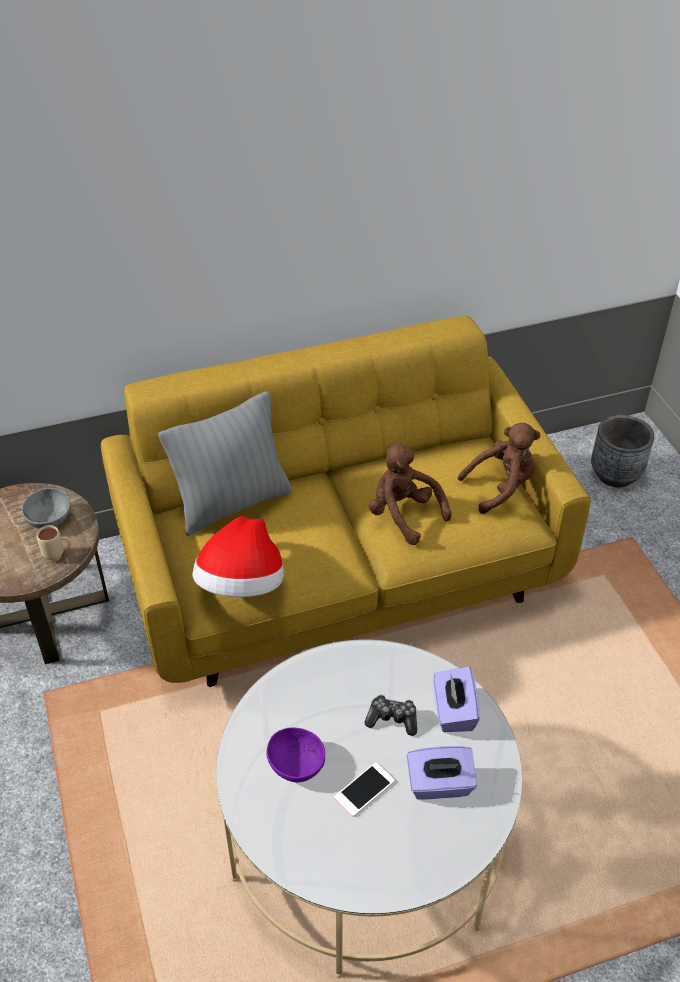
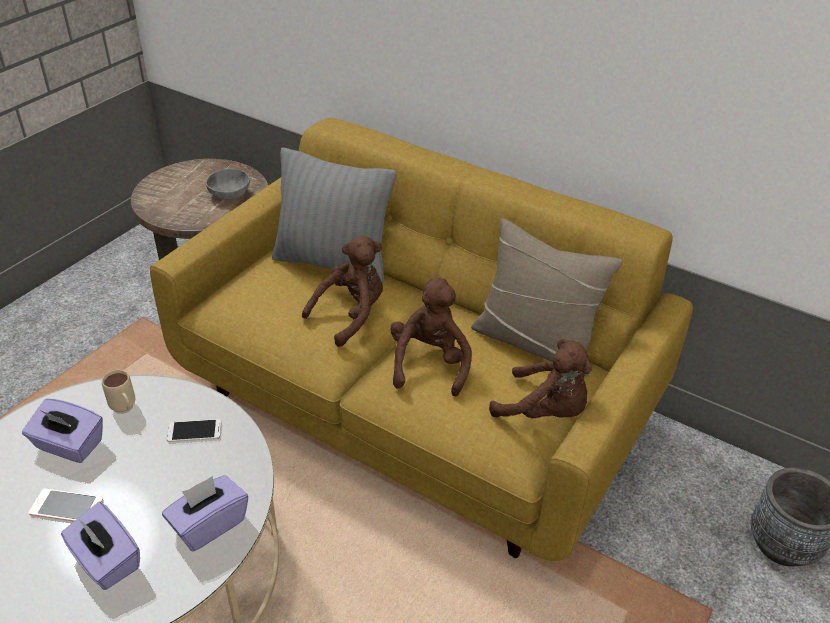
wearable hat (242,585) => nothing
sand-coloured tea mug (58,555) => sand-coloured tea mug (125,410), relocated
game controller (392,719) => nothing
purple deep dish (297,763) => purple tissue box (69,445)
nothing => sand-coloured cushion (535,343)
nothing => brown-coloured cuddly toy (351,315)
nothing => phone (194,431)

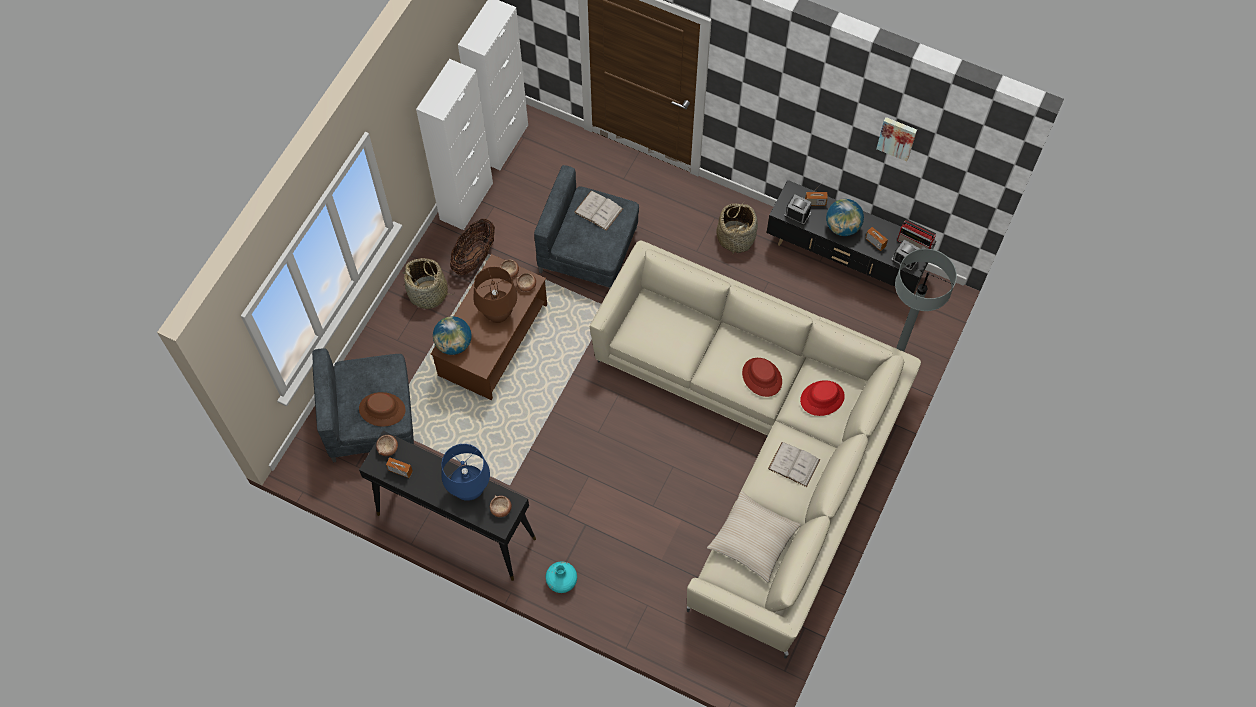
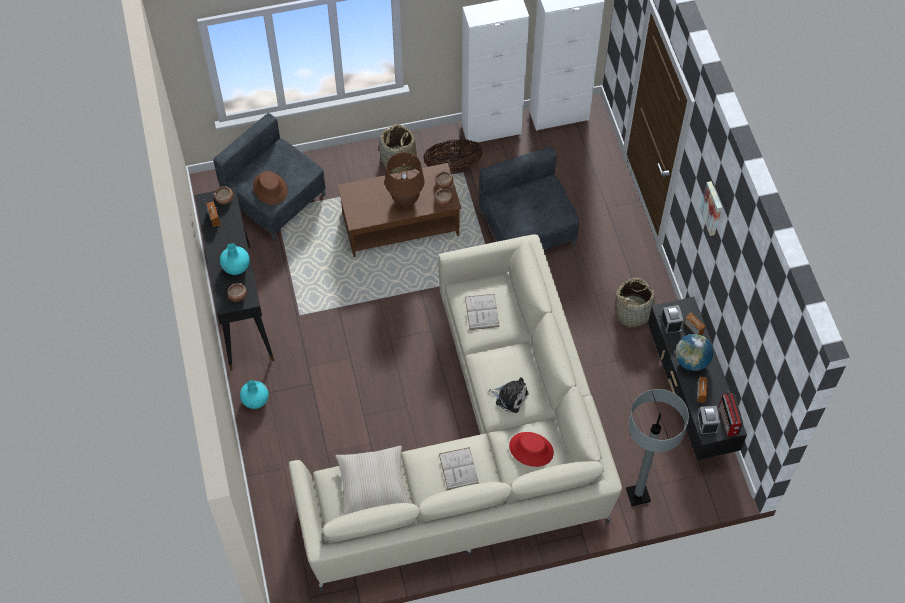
picture (897,137) => picture (713,208), relocated
white bound book (598,210) => white bound book (482,311), relocated
world globe (454,344) => nothing
reddish wearable hat (761,377) => cuddly toy (510,397)
bluish tabletop lamp (469,489) => turquoise-coloured vase (236,267)

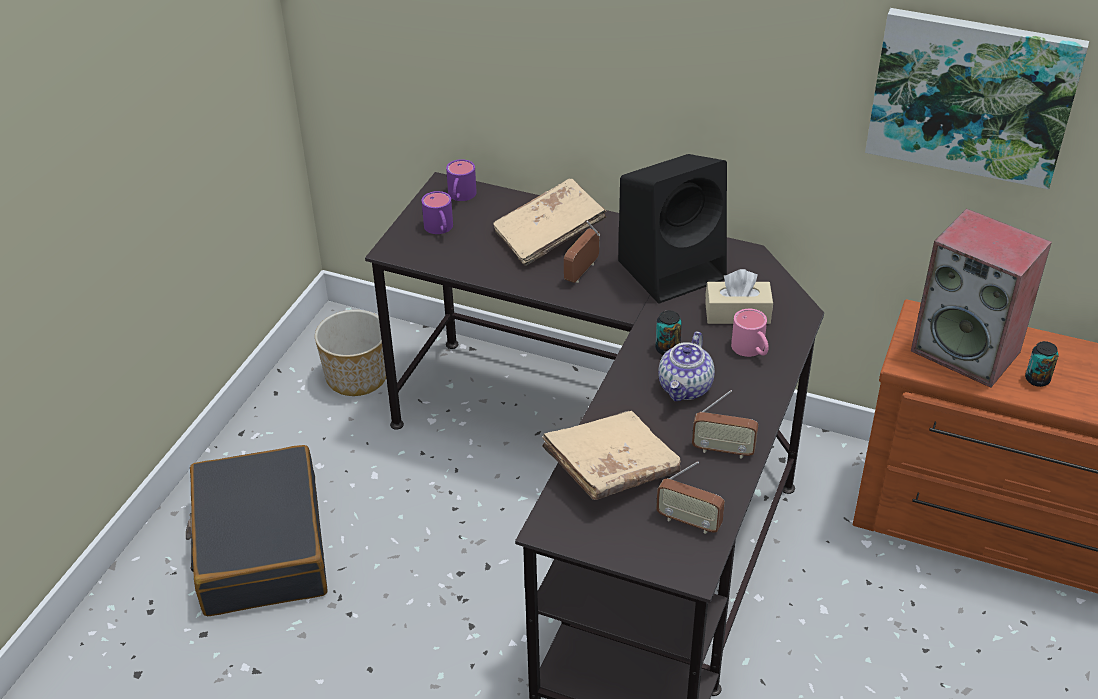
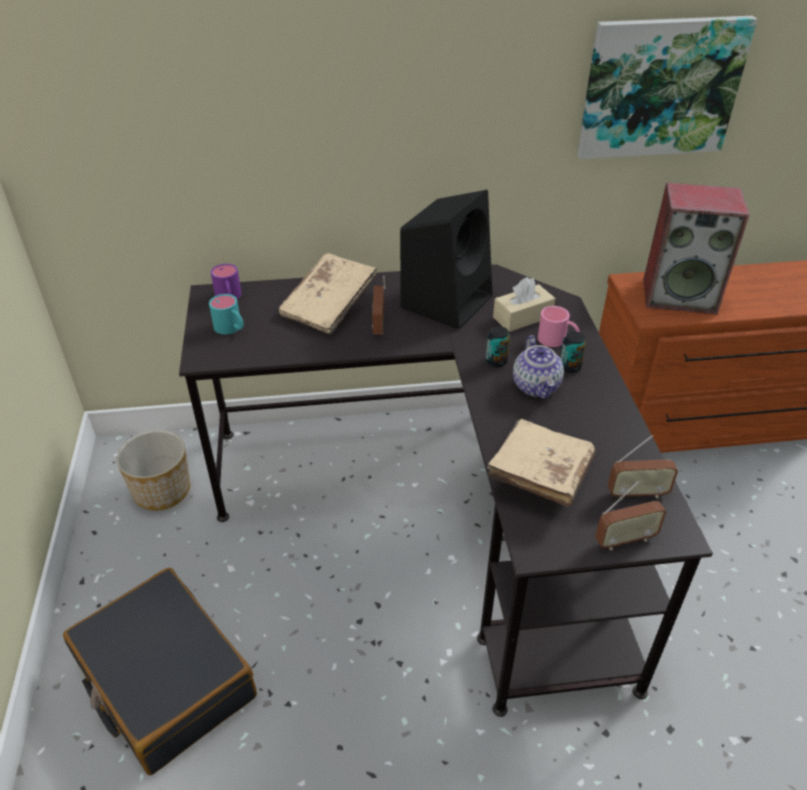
purple tea mug (440,229) => turquoise-coloured tea mug (231,328)
sealed can (1037,379) => sealed can (569,366), relocated
radio (723,450) => radio (625,540), relocated

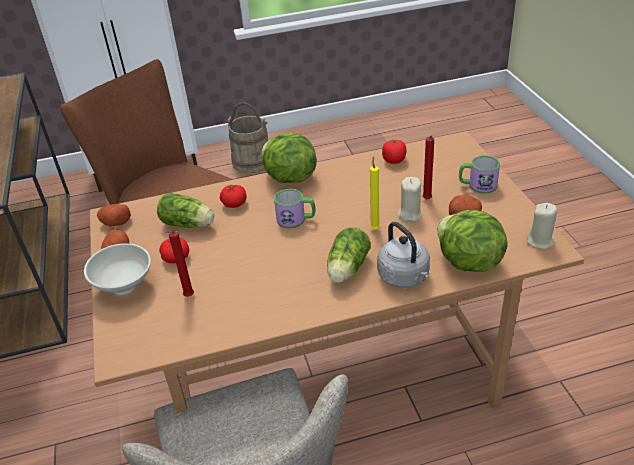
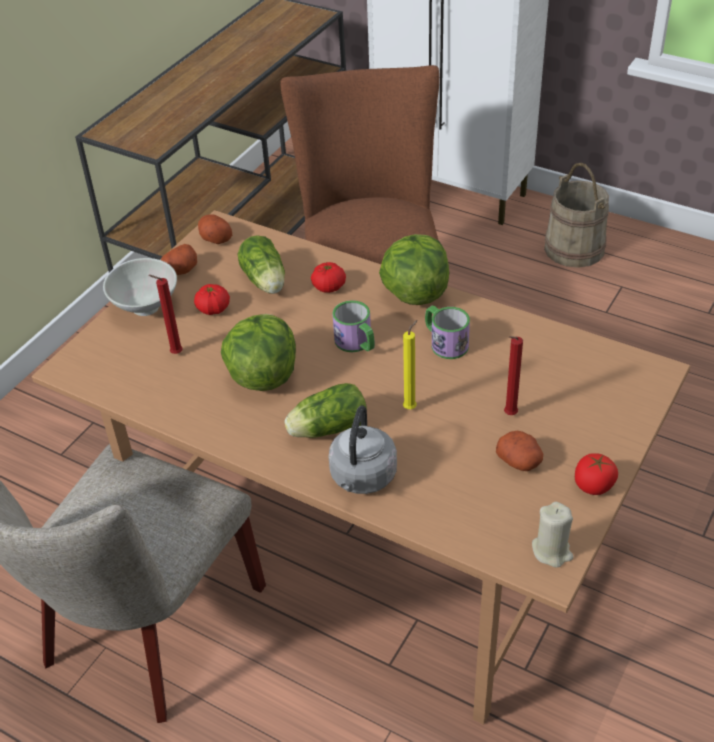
tomato (394,160) => tomato (593,485), relocated
tea mug (477,185) => tea mug (444,342), relocated
sand-coloured candle (409,214) => nothing
head of lettuce (467,262) => head of lettuce (263,375), relocated

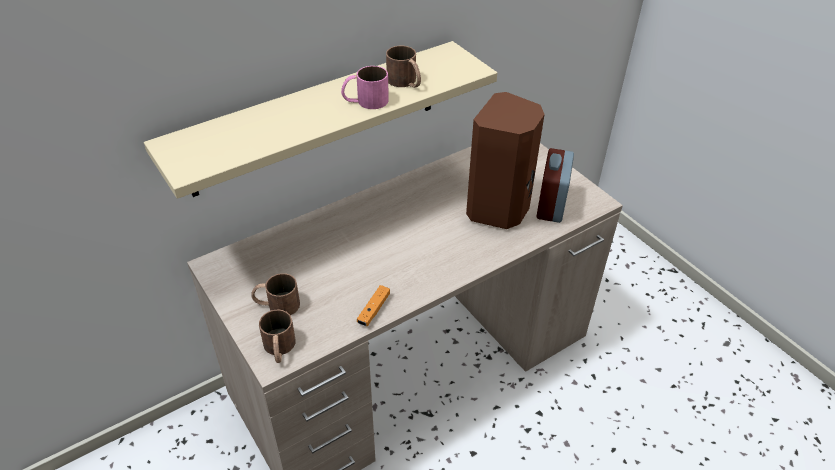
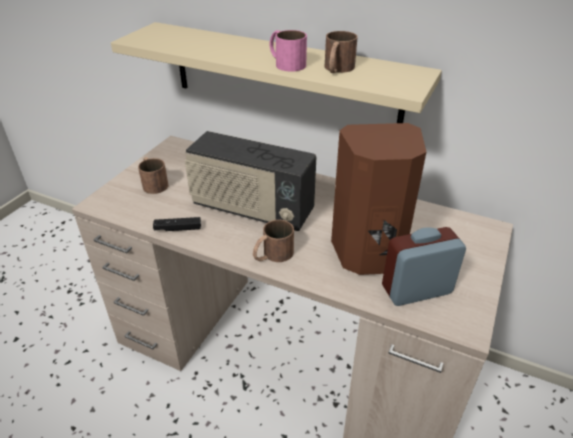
orangey game controller (374,310) => black game controller (178,228)
brown-coloured tea mug (279,349) => brown-coloured tea mug (272,255), relocated
nothing => radio (252,209)

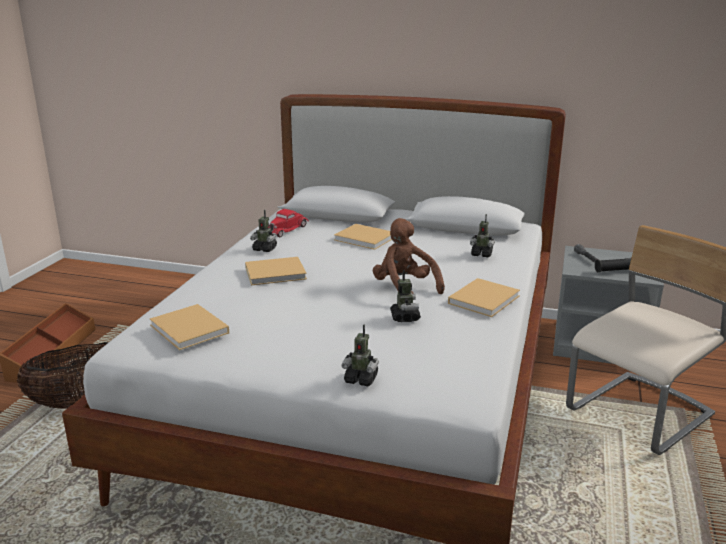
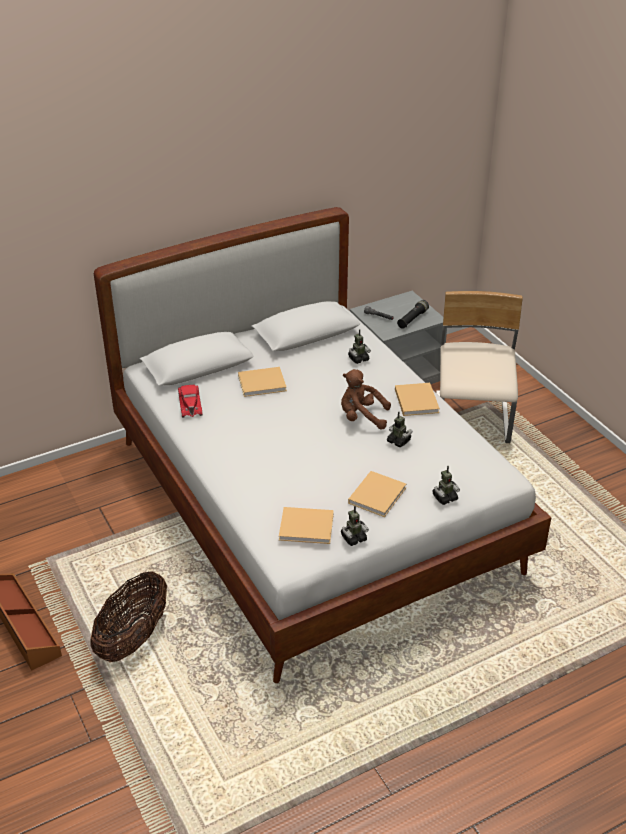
model robot (264,249) => model robot (353,538), relocated
sand-coloured bound book (277,273) => sand-coloured bound book (378,494), relocated

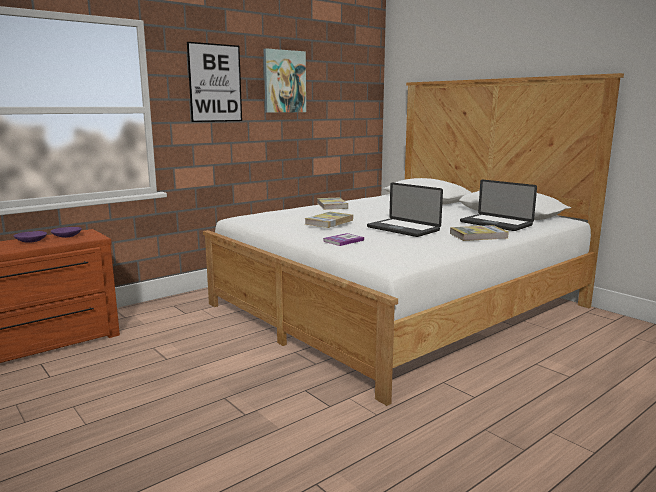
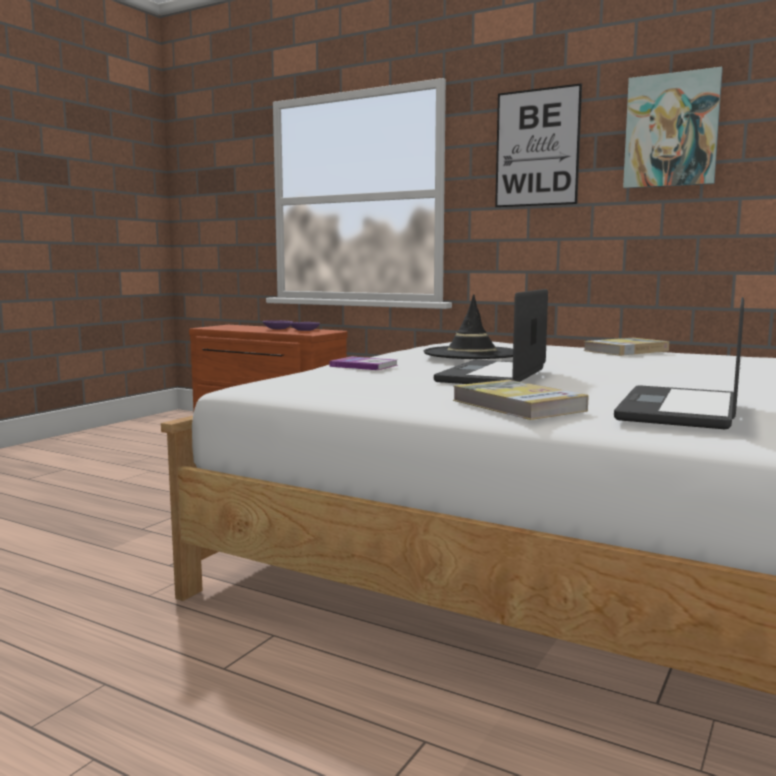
bound book (329,222) => black wearable hat (471,354)

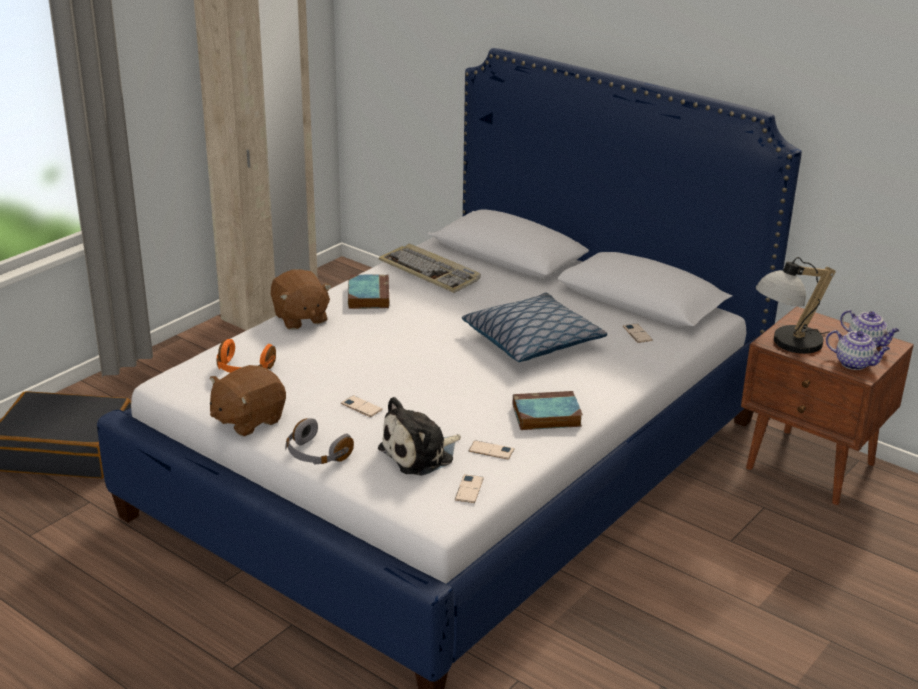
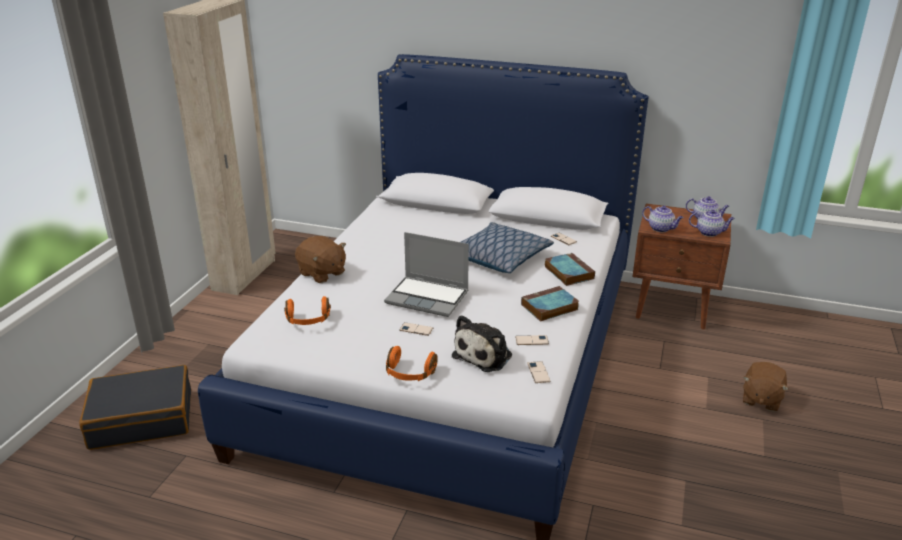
keyboard (431,272) => nothing
tabletop lamp (787,345) => tea pot (661,228)
bound book (368,295) => bound book (568,272), relocated
brown-coloured cuddly toy (248,420) => brown-coloured cuddly toy (761,399), relocated
gray pair of headphones (316,455) => orangey pair of headphones (409,373)
nothing => laptop (428,297)

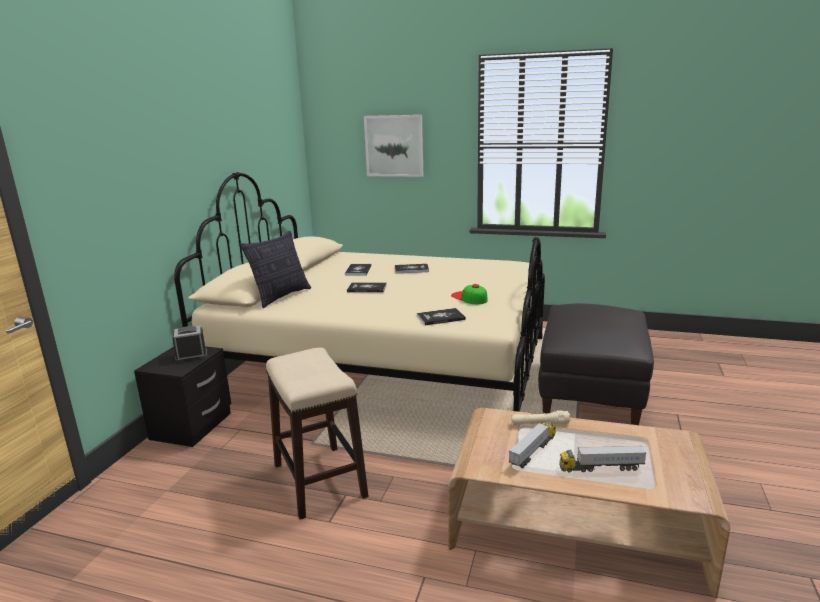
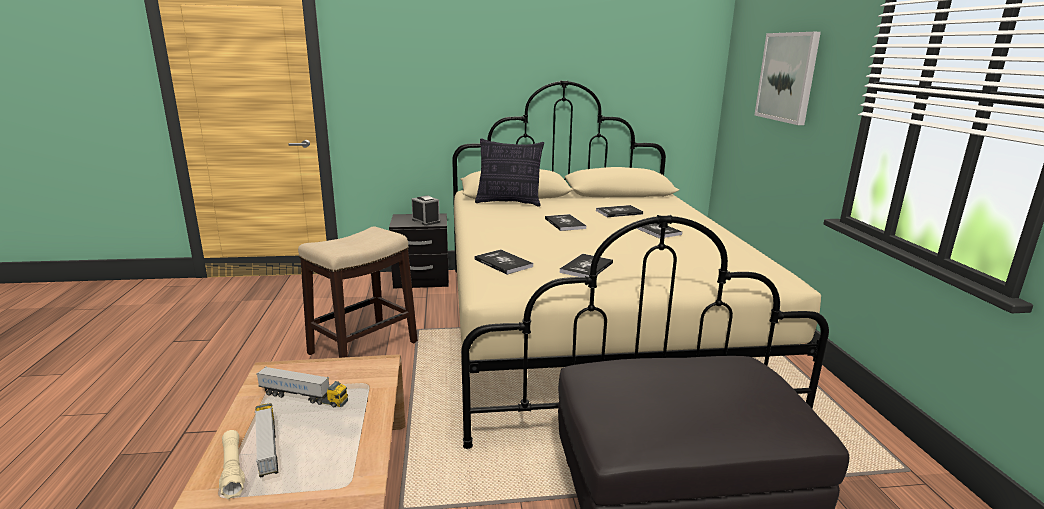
baseball cap (469,297) => bound book (586,267)
sand-coloured flashlight (539,424) => sand-coloured flashlight (233,469), relocated

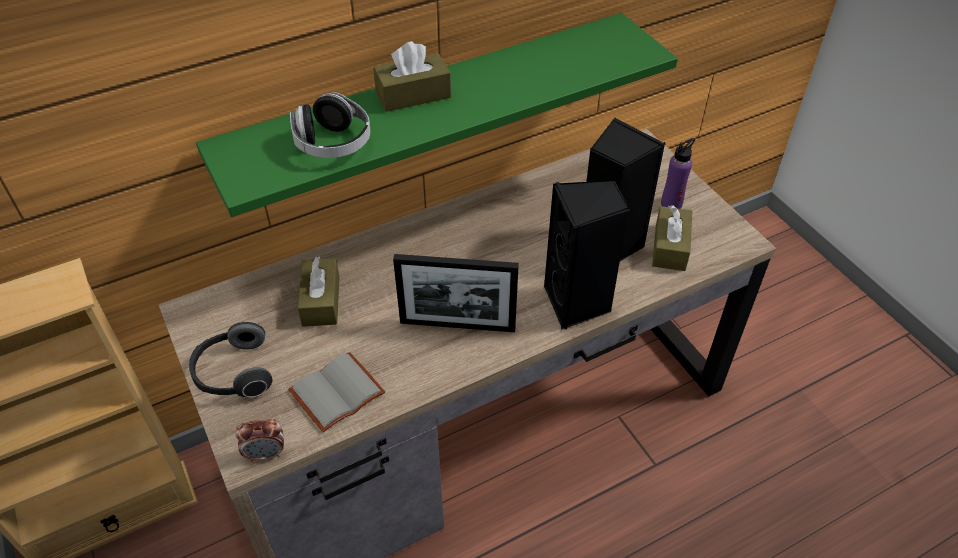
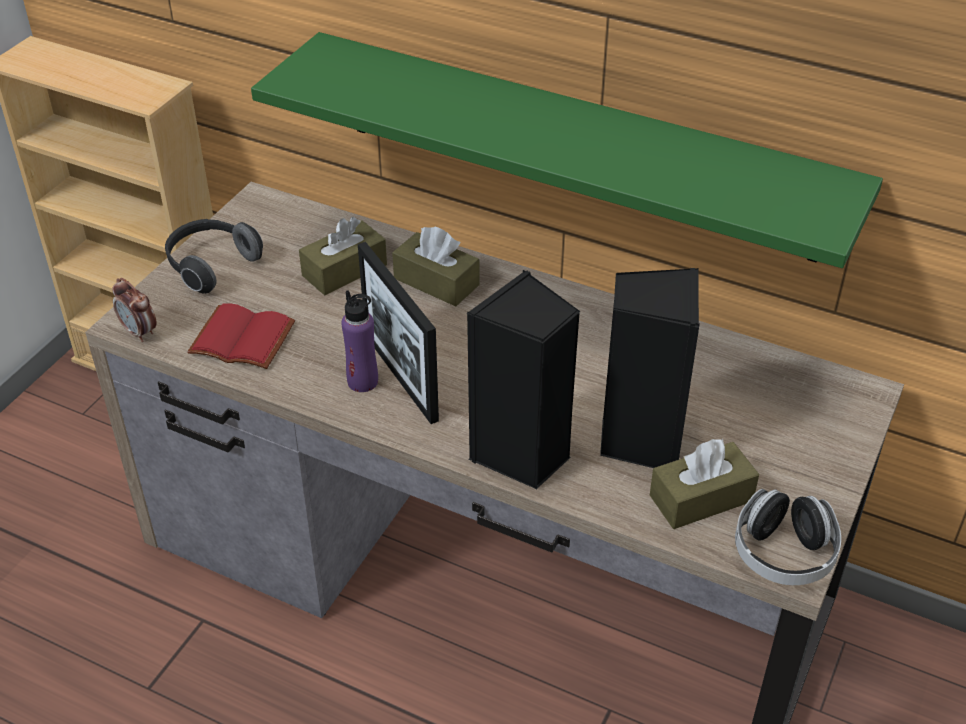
brown-coloured tissue box (413,94) => brown-coloured tissue box (436,282), relocated
pair of headphones (333,144) => pair of headphones (783,554), relocated
purple bottle (671,204) => purple bottle (363,381), relocated
gray bound book (337,390) => reddish bound book (245,337)

